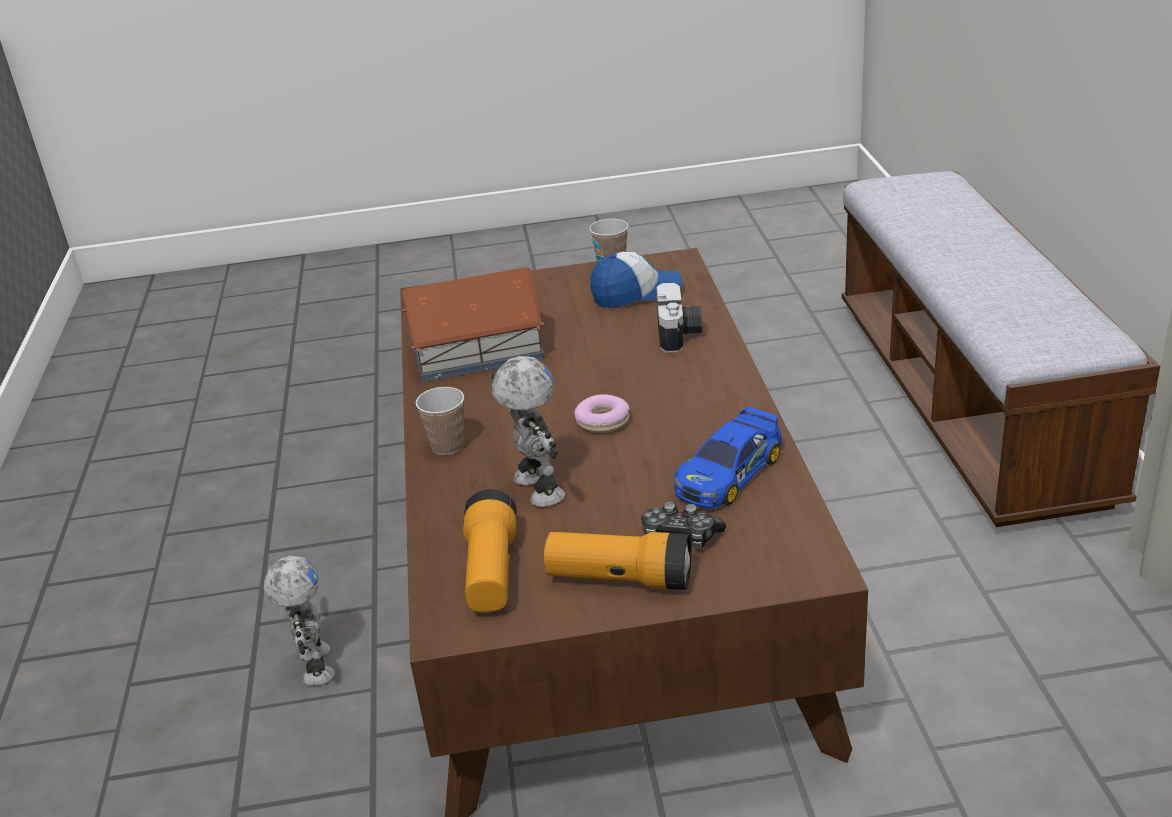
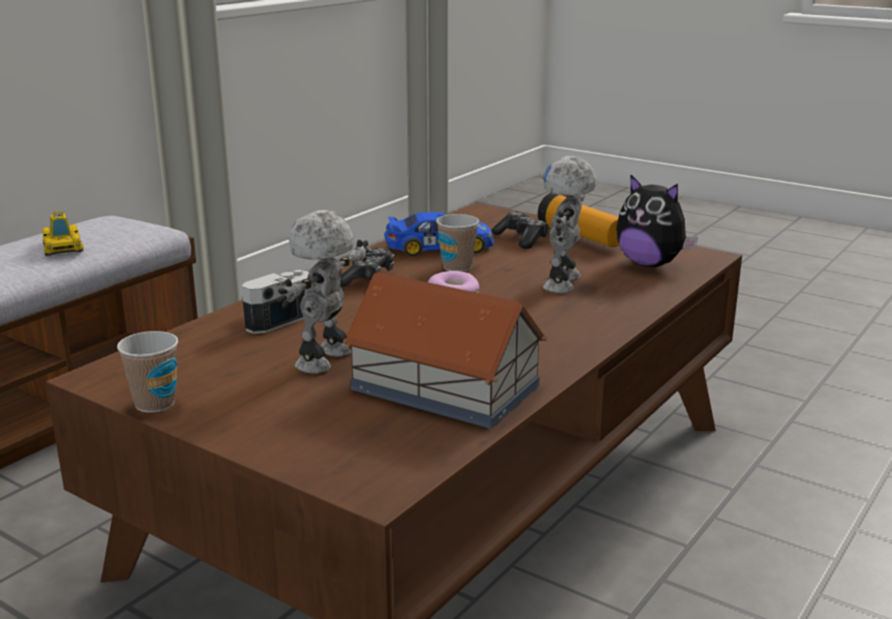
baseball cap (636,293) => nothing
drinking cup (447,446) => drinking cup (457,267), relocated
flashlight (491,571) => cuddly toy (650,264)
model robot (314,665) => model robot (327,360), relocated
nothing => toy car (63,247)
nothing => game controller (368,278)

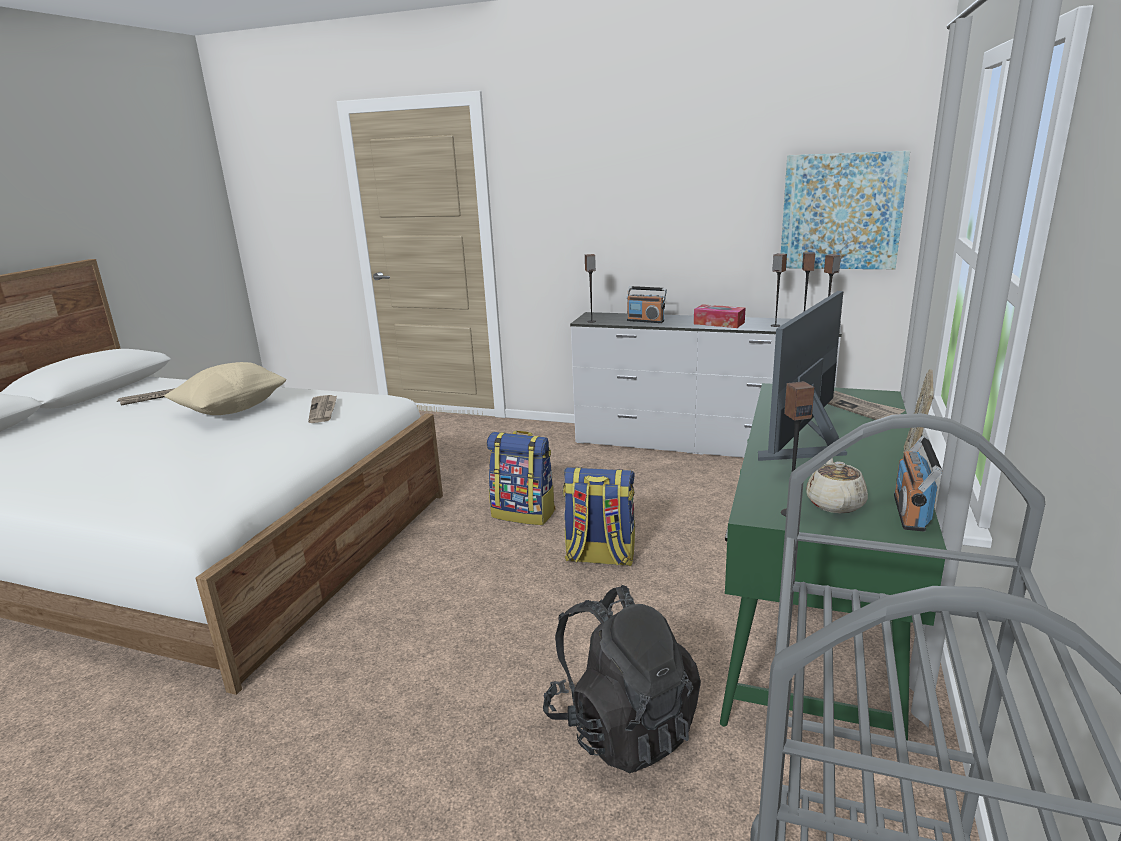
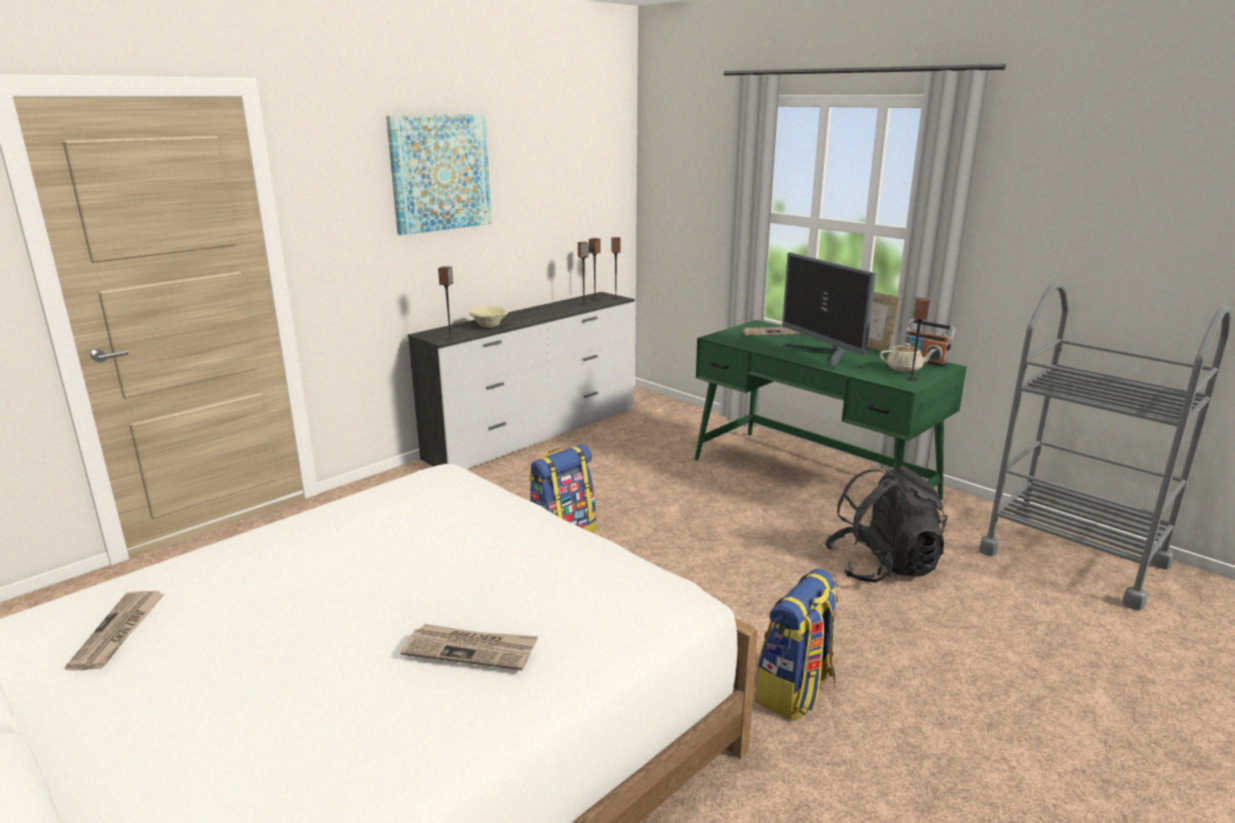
picture (841,211) => picture (440,173), relocated
radio (645,321) => sand-coloured deep dish (489,326)
tissue box (719,323) => nothing
sand-coloured cushion (232,409) => nothing
printed paper (323,410) => printed paper (471,649), relocated
sand-coloured tea pot (835,503) => sand-coloured tea pot (905,369), 150 degrees clockwise
knapsack (599,557) => knapsack (795,692), relocated

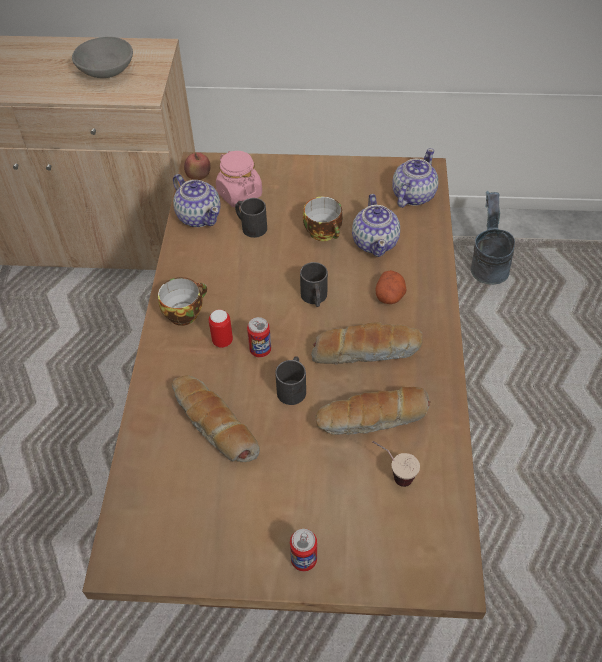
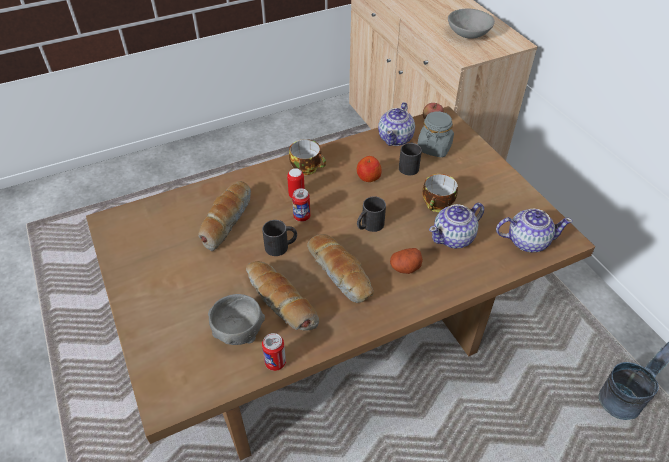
pinkish jar (239,194) => gray jar (434,147)
drinking cup (392,474) => gray deep dish (238,332)
sealed can (304,559) => sealed can (275,362), relocated
nothing => apple fruit (368,177)

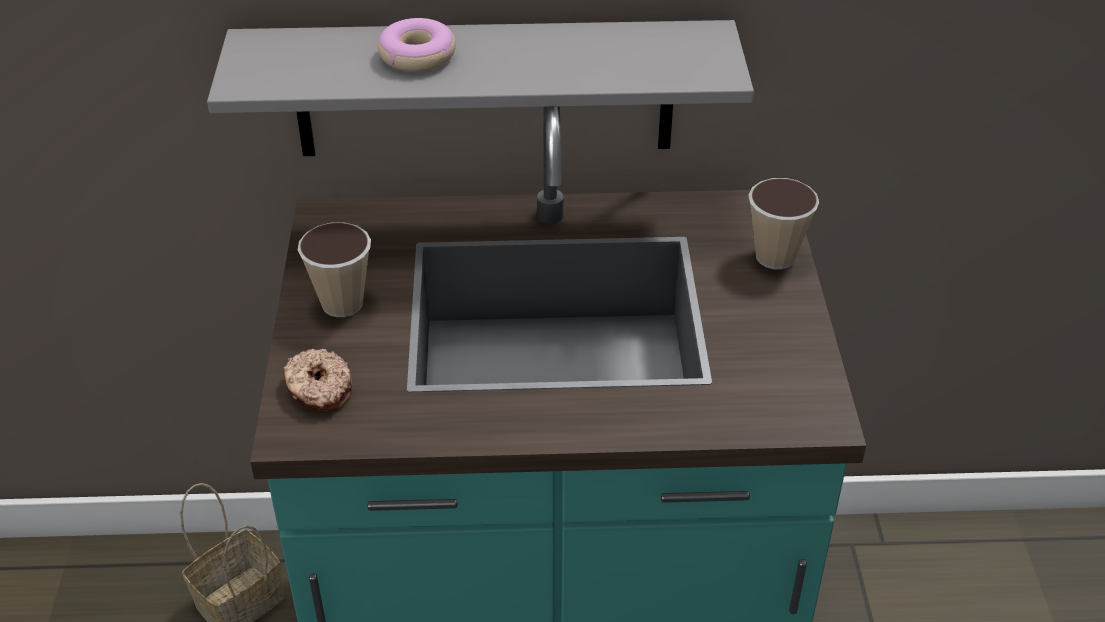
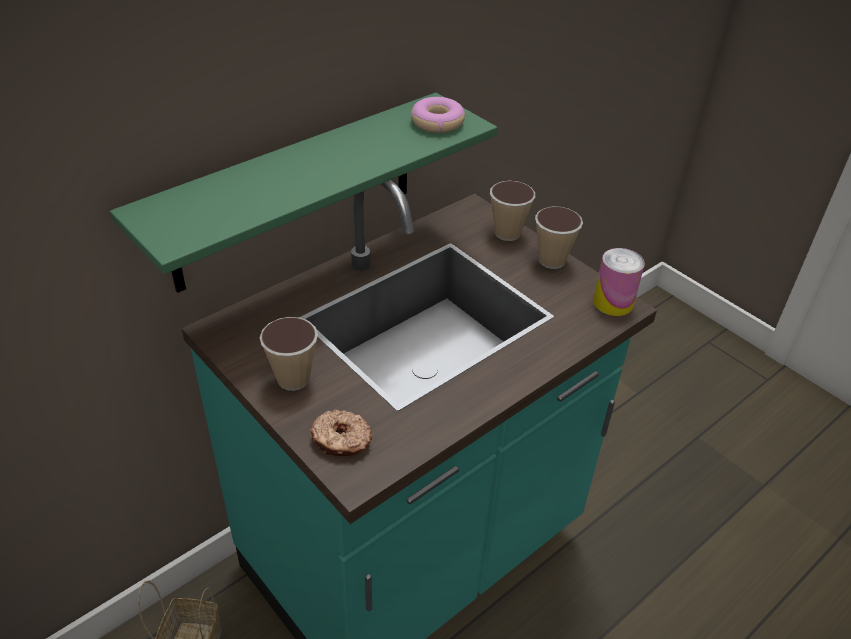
donut (417,56) => donut (437,122), relocated
gray wall shelf (484,89) => greenish wall shelf (295,192)
nothing => drinking cup (552,260)
nothing => sealed can (613,302)

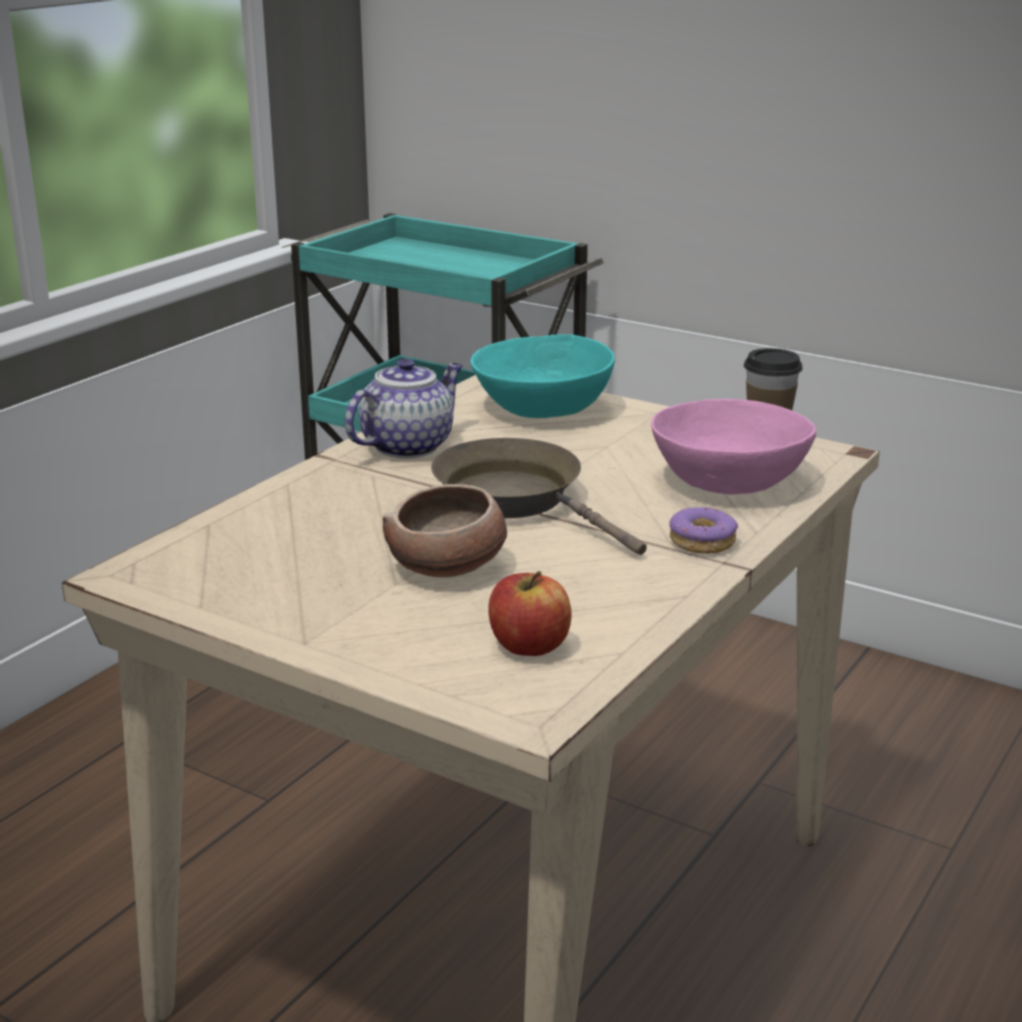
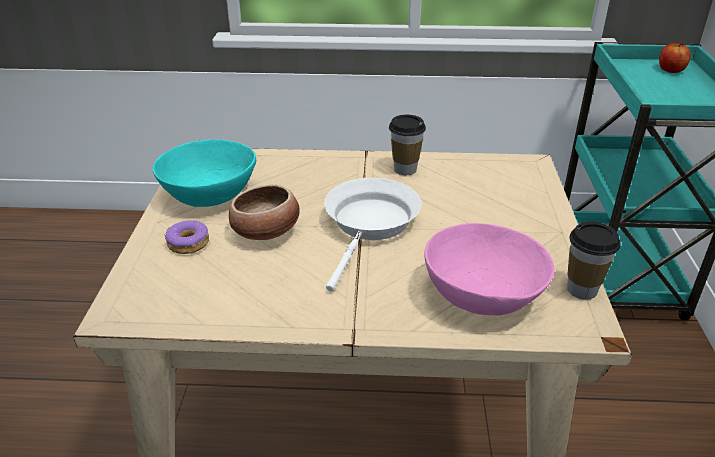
turquoise-coloured deep dish (542,409) => turquoise-coloured deep dish (209,194), relocated
tea pot (408,446) => drinking cup (405,169)
brown-coloured frying pan (517,500) => white frying pan (370,225)
donut (703,542) => donut (188,244), relocated
apple fruit (529,646) => apple fruit (670,70), relocated

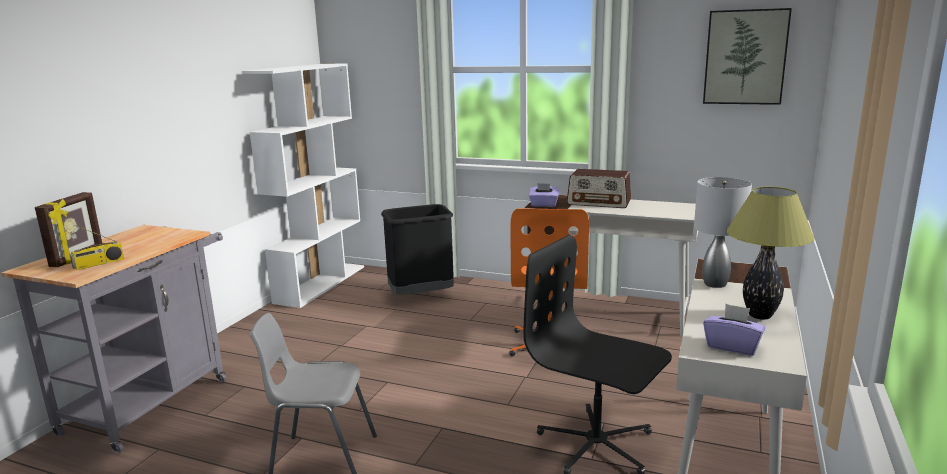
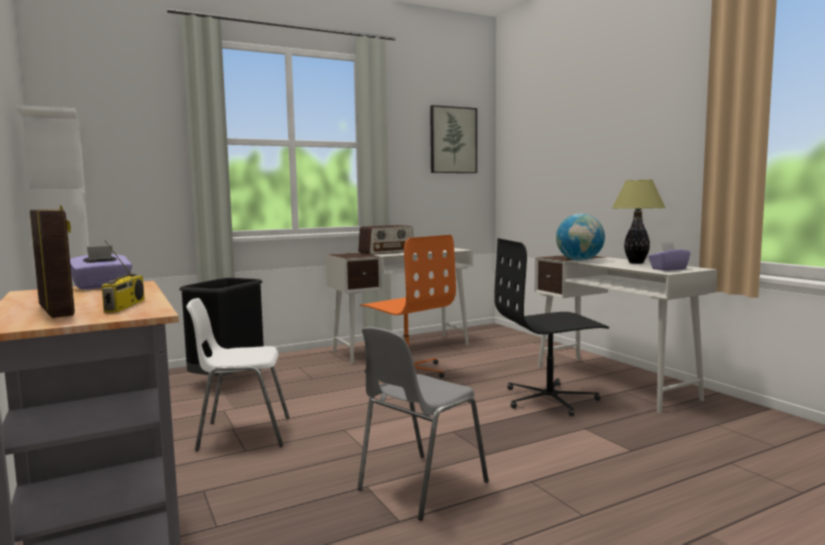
gray tabletop lamp (714,284) => world globe (579,260)
purple tissue box (543,205) => purple tissue box (102,286), relocated
nothing => white upright chair (242,434)

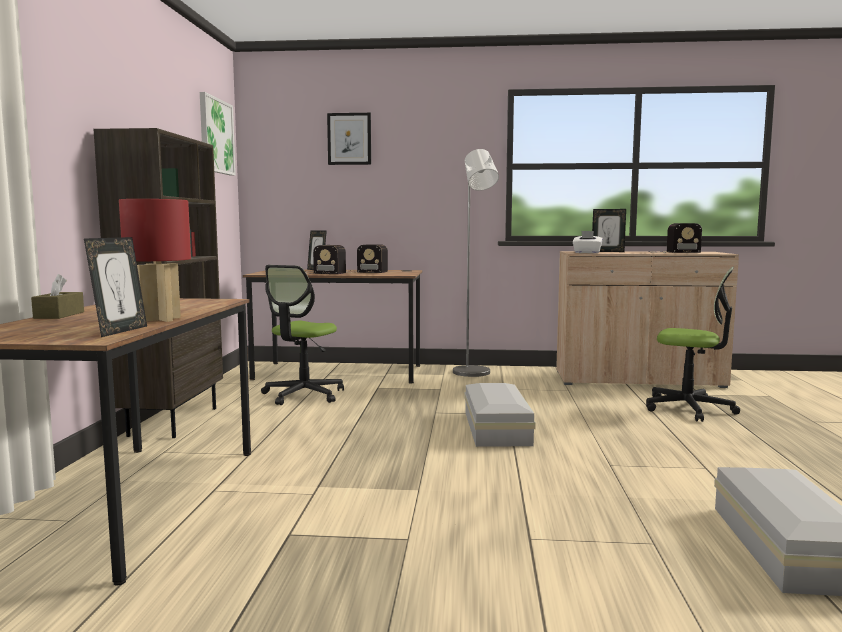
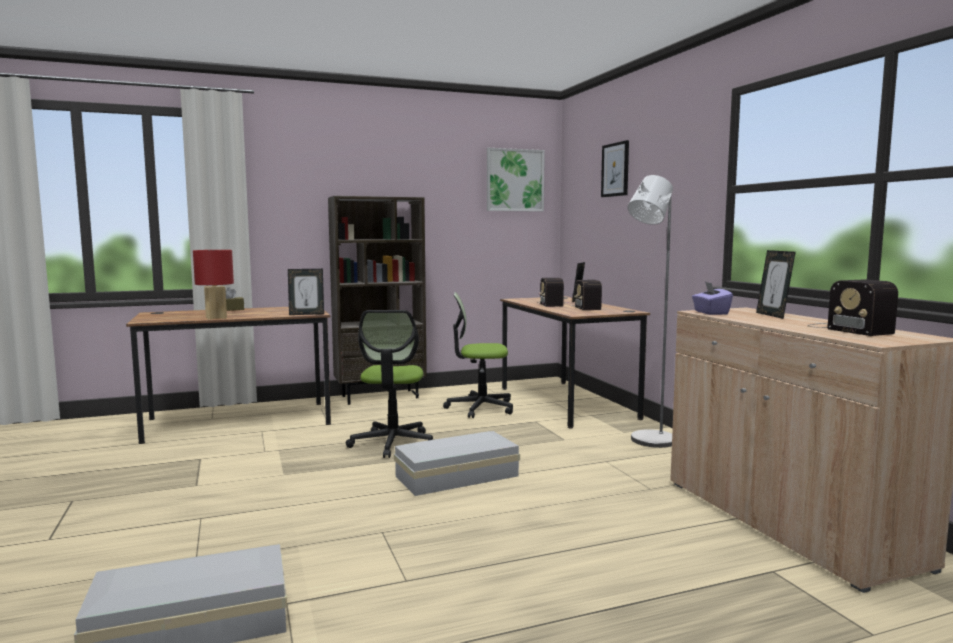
white tissue box (587,253) => purple tissue box (710,313)
picture frame (120,331) => picture frame (306,314), relocated
desk chair (689,408) => desk chair (393,443), relocated

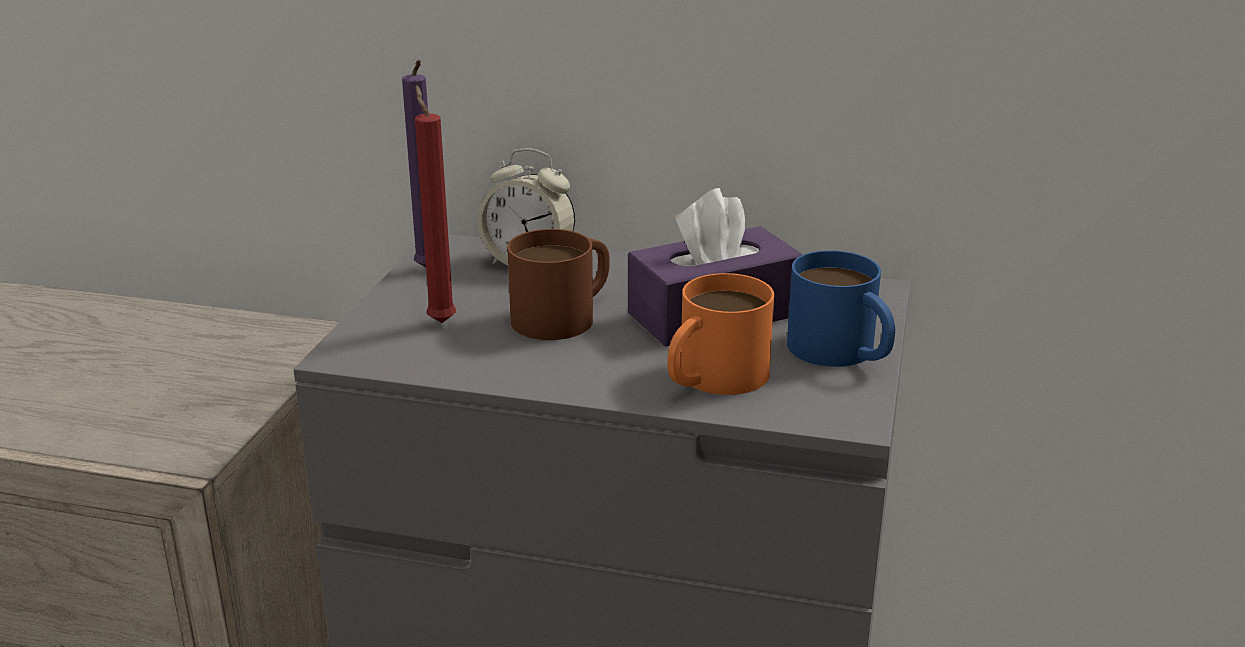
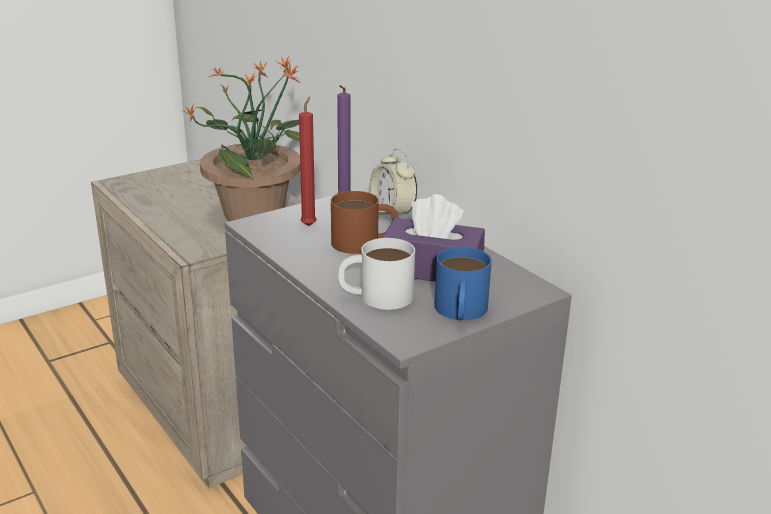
orangey tea mug (712,379) => white tea mug (375,296)
nothing => potted plant (256,212)

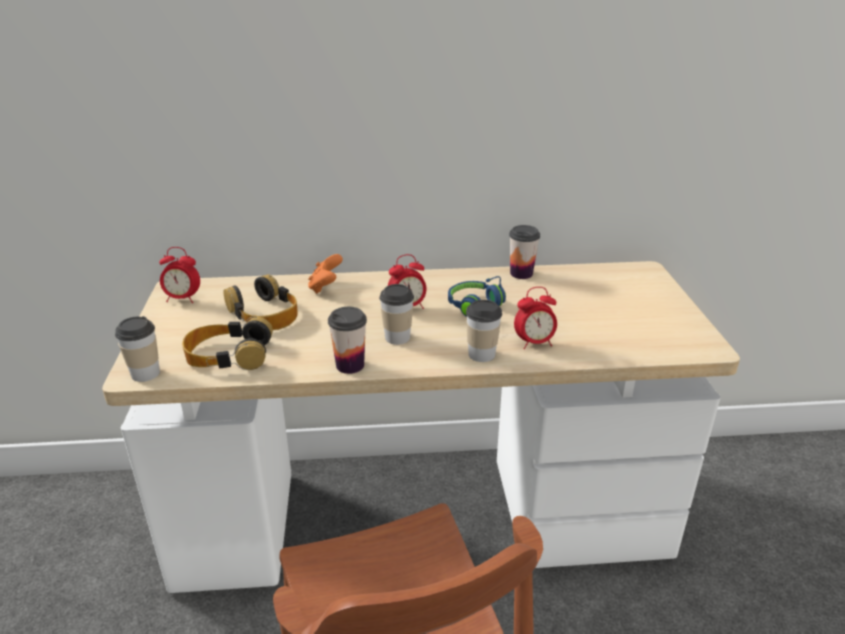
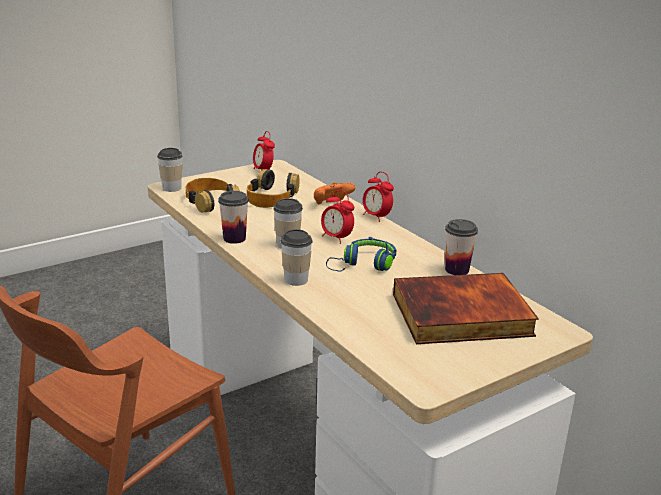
table clock (534,343) => table clock (376,217), relocated
nothing => bound book (461,316)

